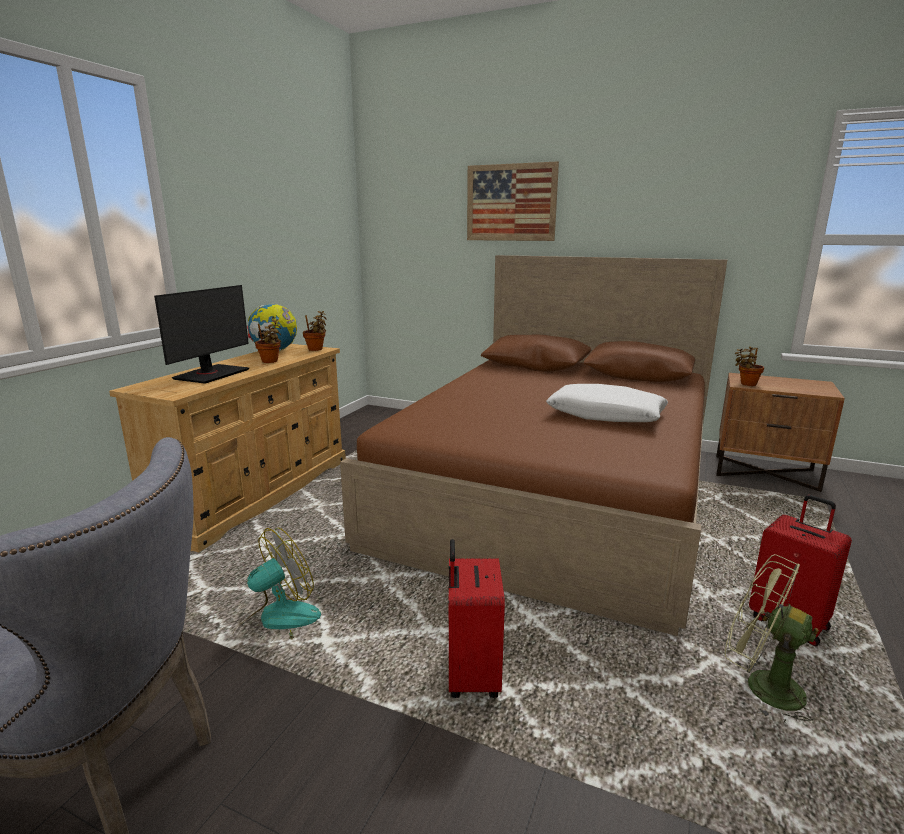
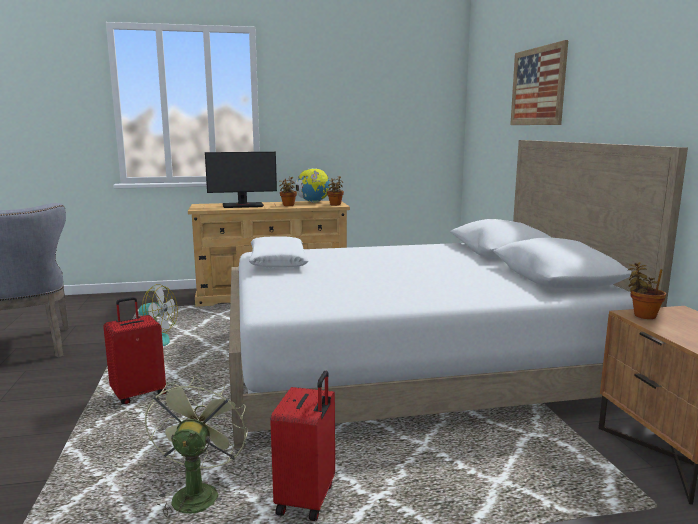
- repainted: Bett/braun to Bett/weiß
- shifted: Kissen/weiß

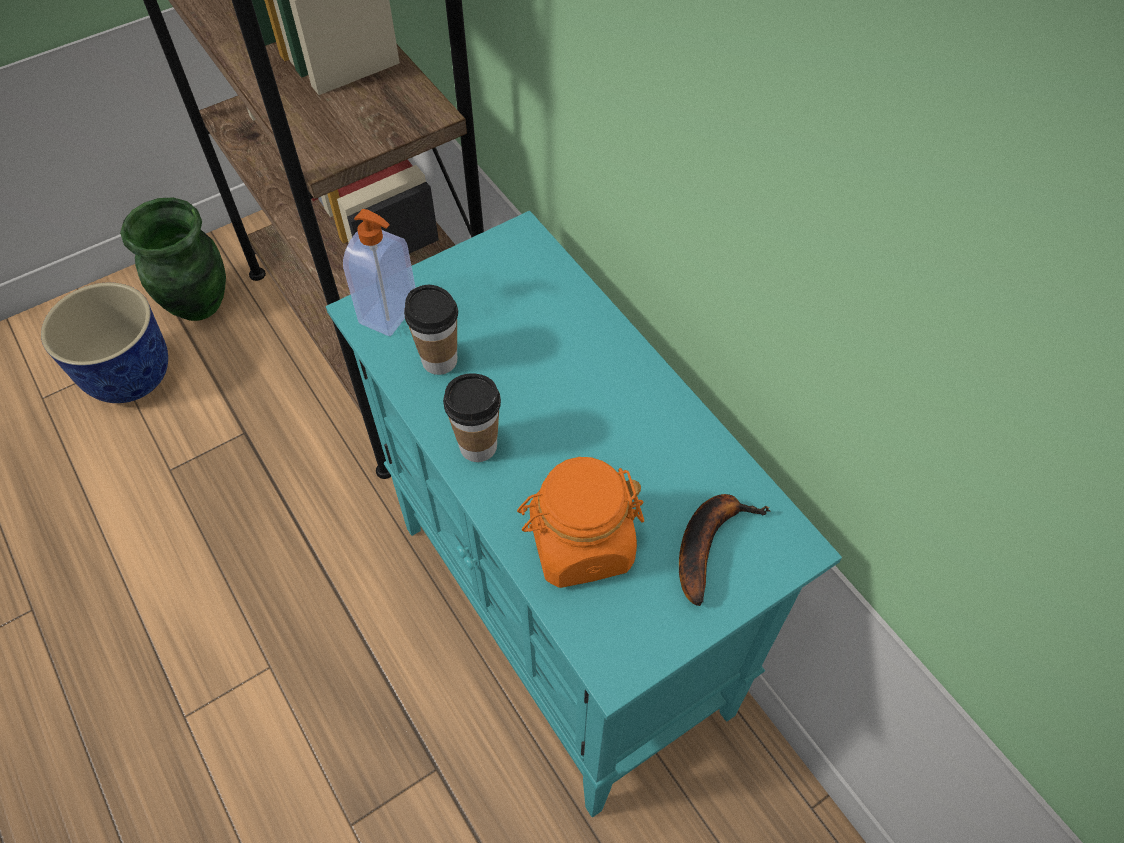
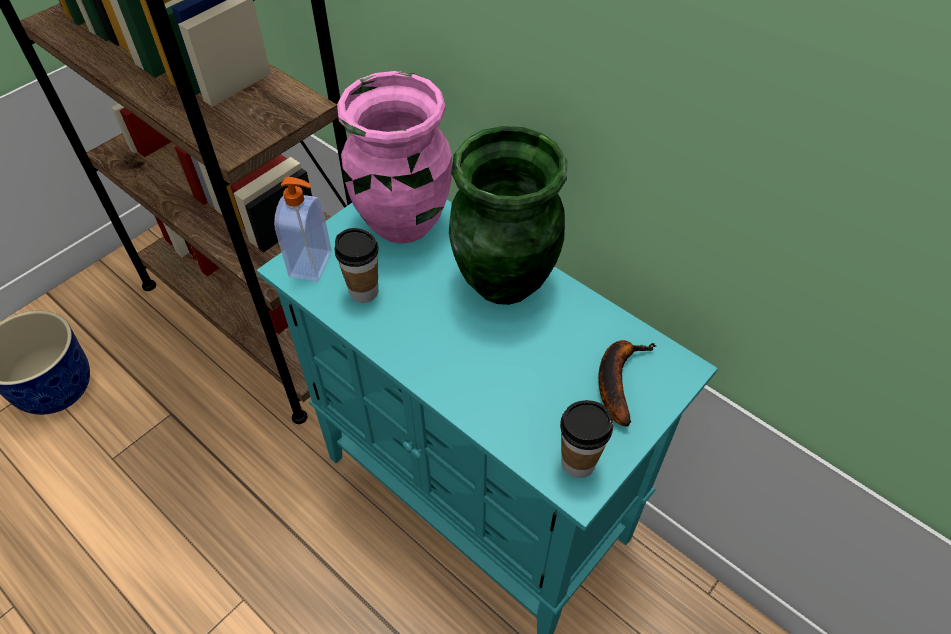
- new: Vase/rosa
- shifted: Vase/grün
- shifted: Tasse (no. 2 from left)
- gone: Vorratsglas/orange

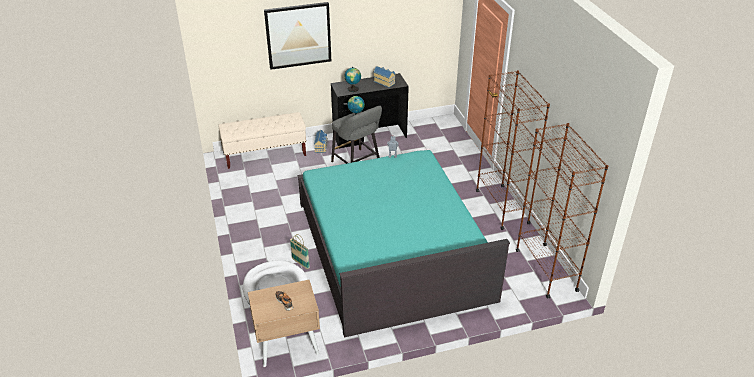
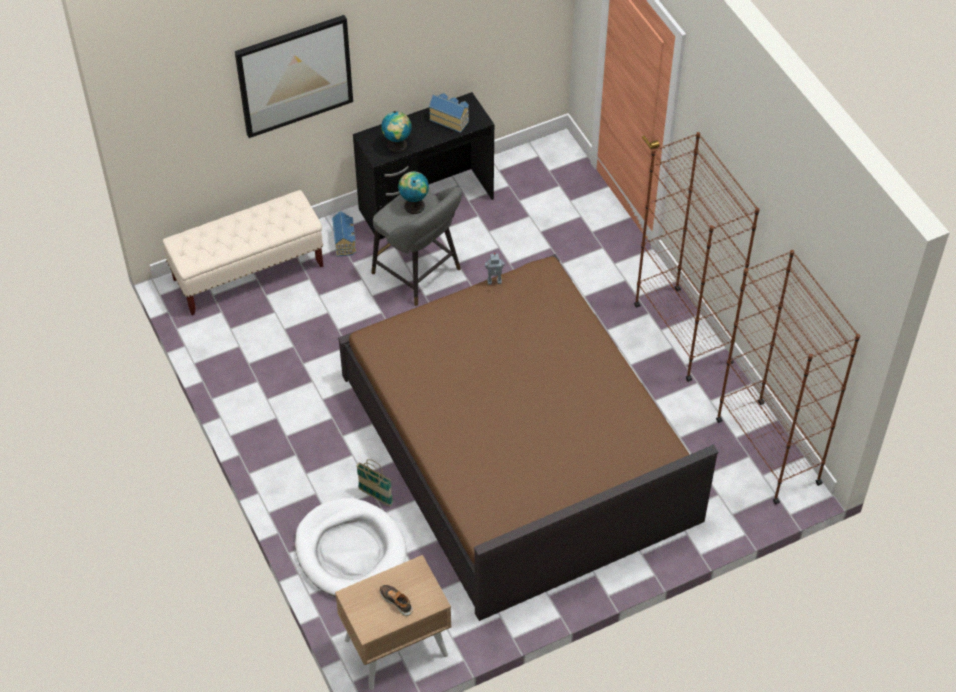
- repainted: Bett/türkis to Bett/braun

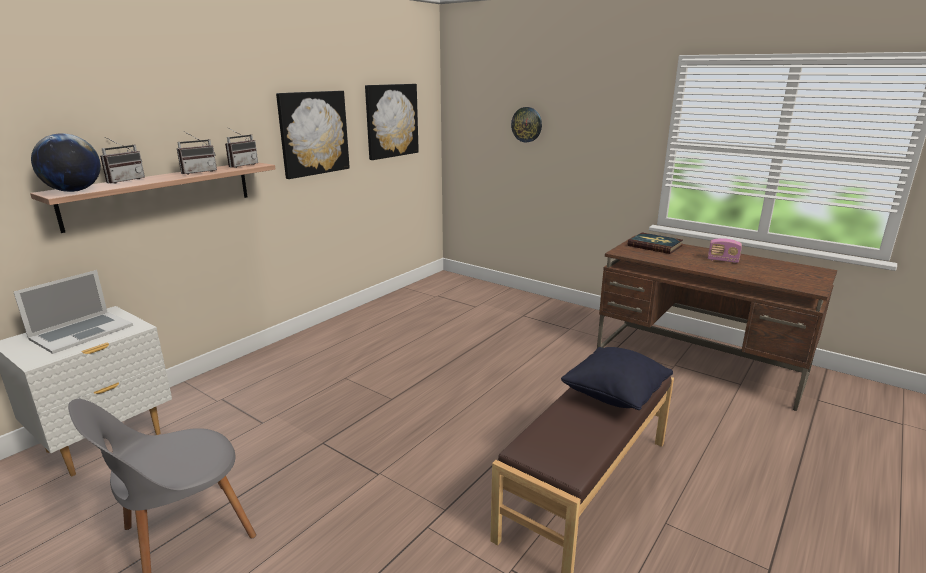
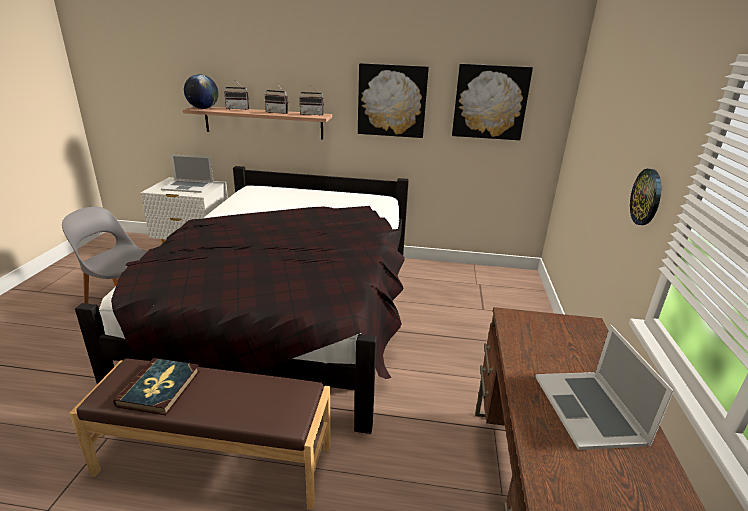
- new: Bett/schwarz
- shifted: Buch
- swapped: Radio (no. 4 from left) to Laptop (no. 2 from left)
- shifted: Wanduhr
- gone: Kissen/schwarz

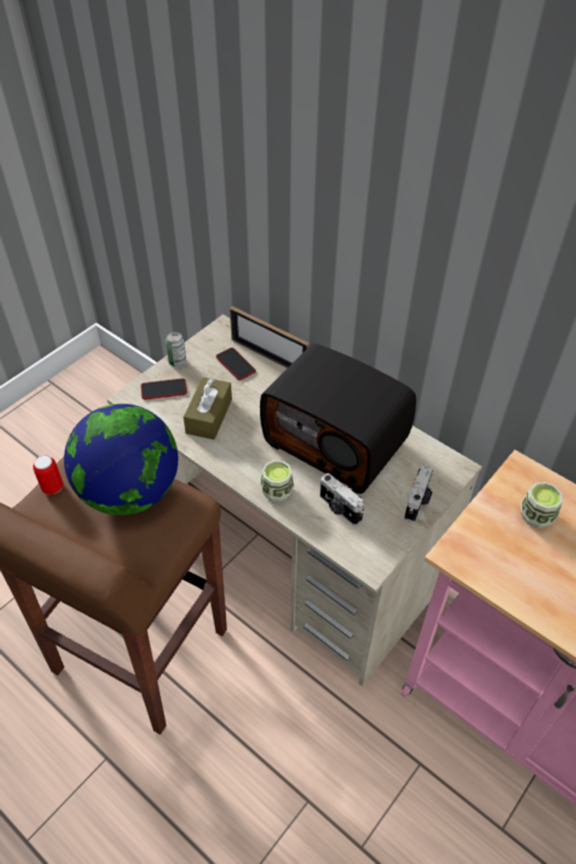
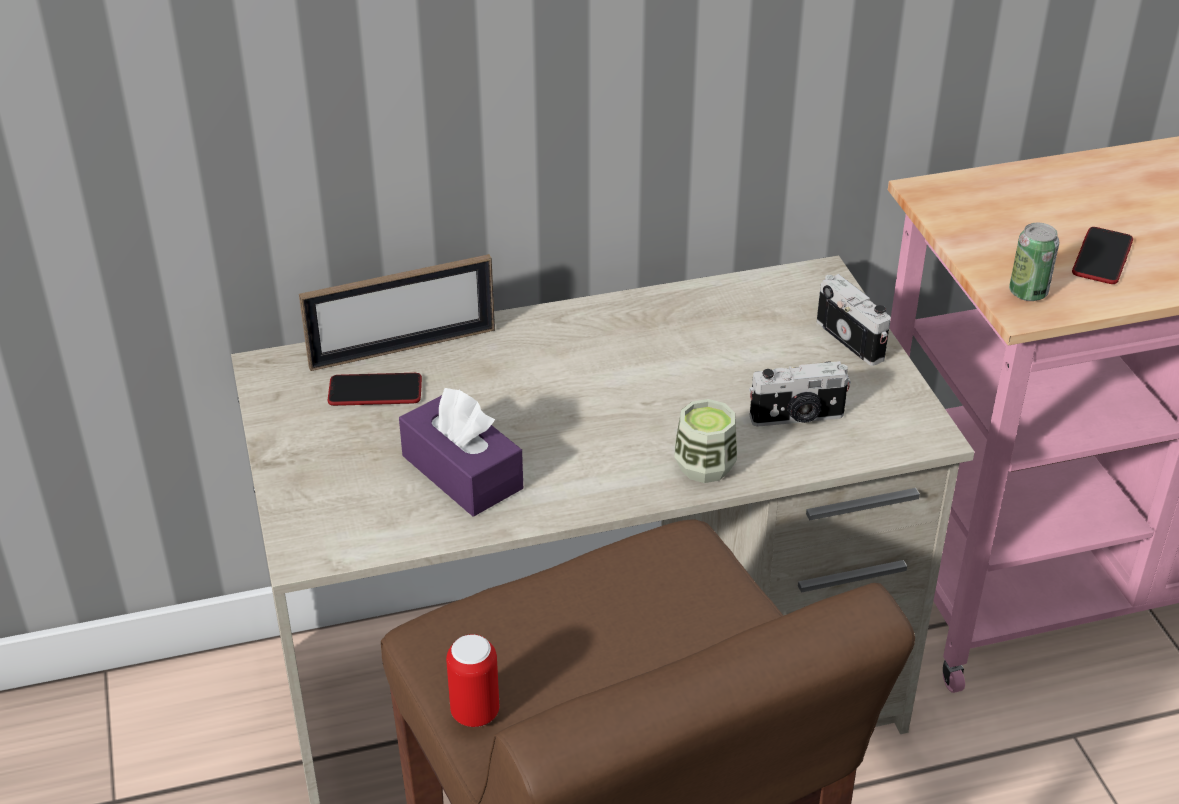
- repainted: Taschentuchbox/braun to Taschentuchbox/lila
- shifted: Dose (no. 2 from left)
- shifted: Handy (no. 1 from left in the first image) to Handy (no. 2 from left)
- gone: Globus
- gone: Radio
- gone: Tasse (no. 2 from left)

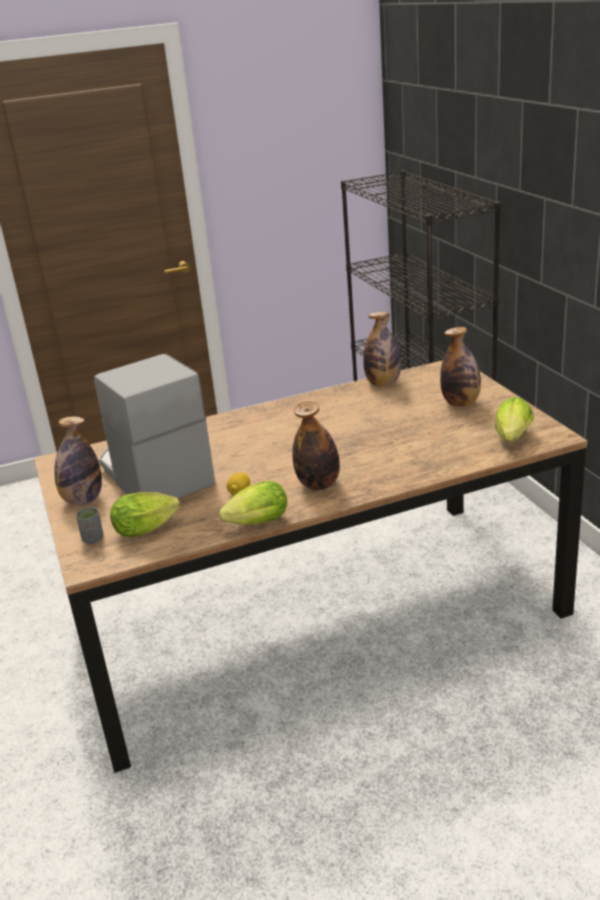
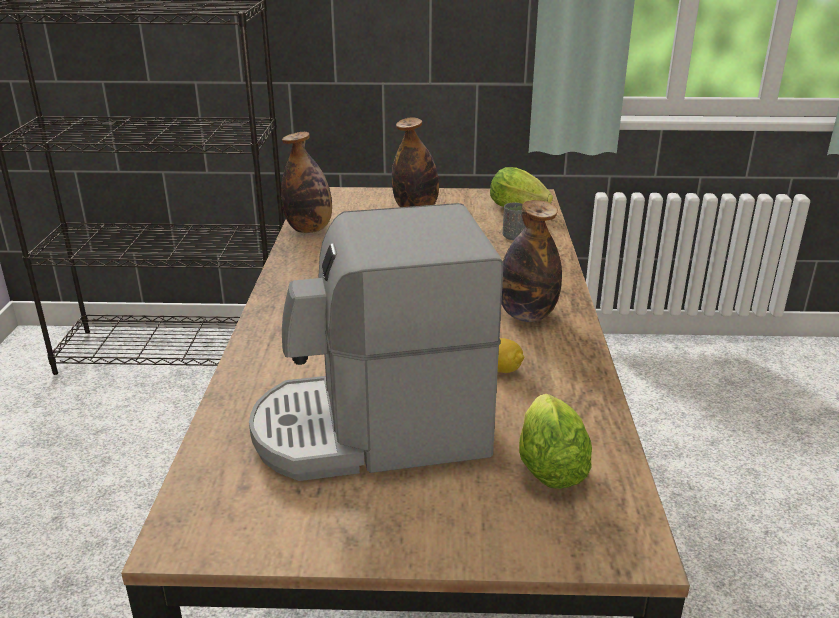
- shifted: Tasse/grau
- gone: Flasche (no. 1 from left)
- gone: Salatkopf (no. 2 from left)

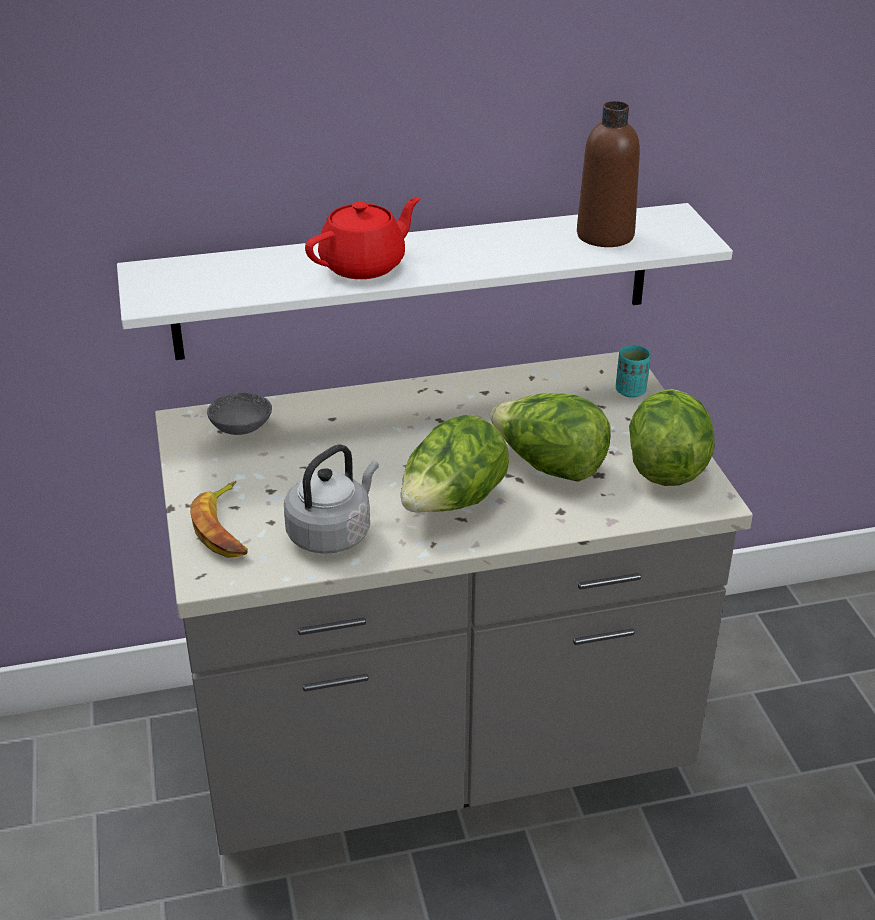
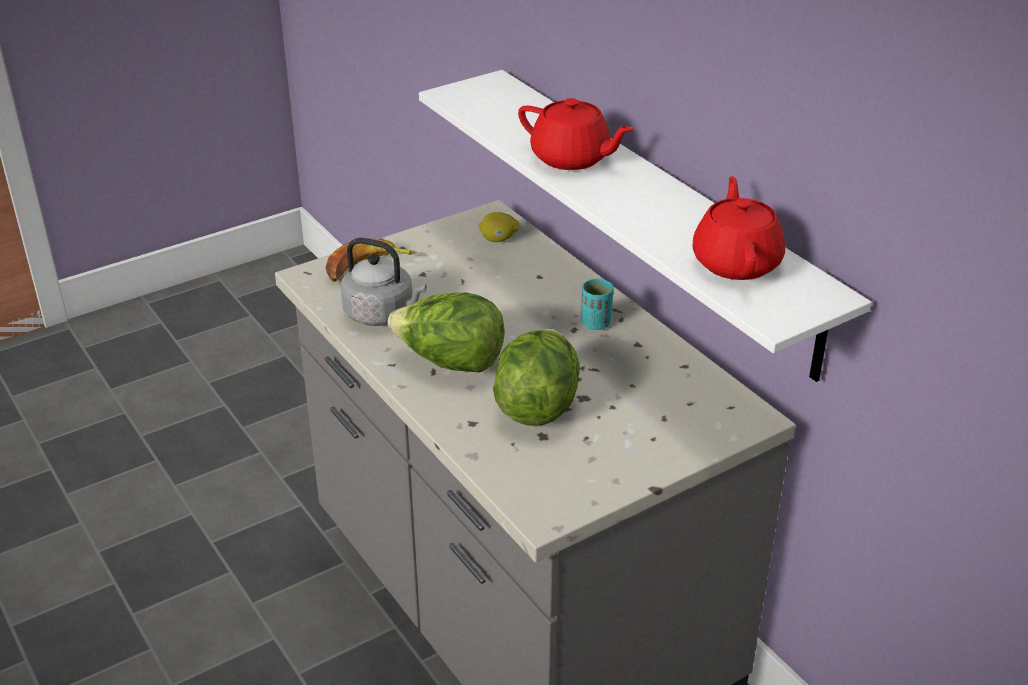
- swapped: Schüssel/grau to Zitrone
- shifted: Tasse/türkis
- swapped: Flasche/braun to Teekanne/rot (no. 2 from left)
- gone: Salatkopf (no. 3 from left)

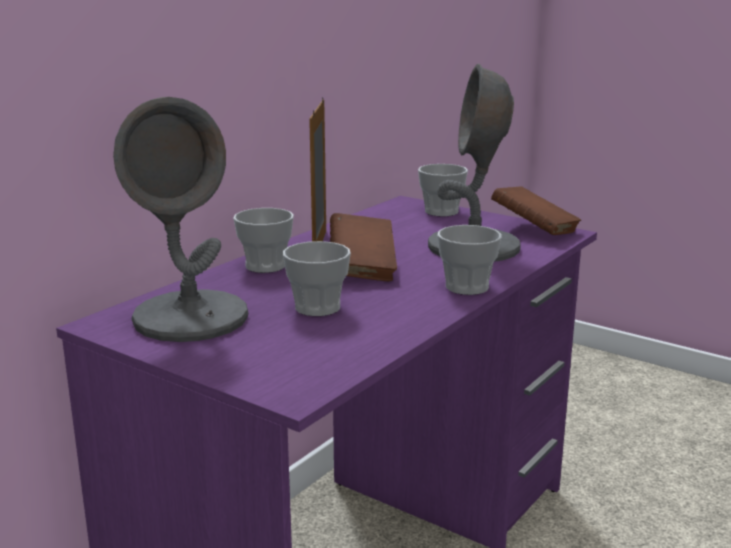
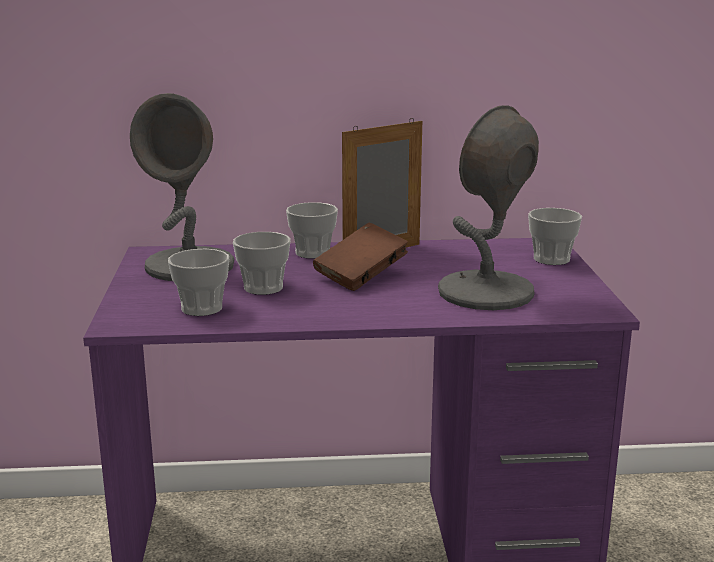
- shifted: Tasse (no. 4 from left in the first image) to Tasse (no. 1 from left)
- gone: Buch/braun (no. 2 from left)

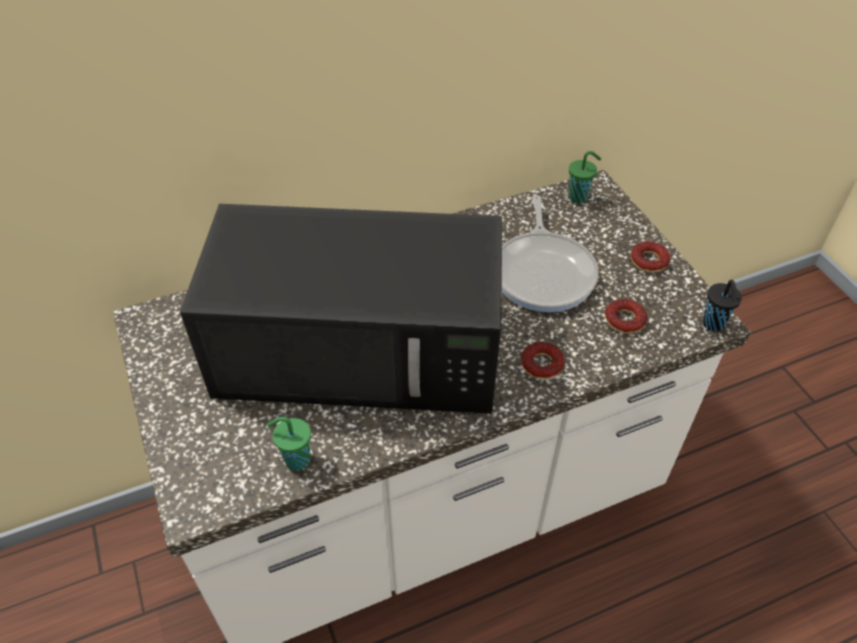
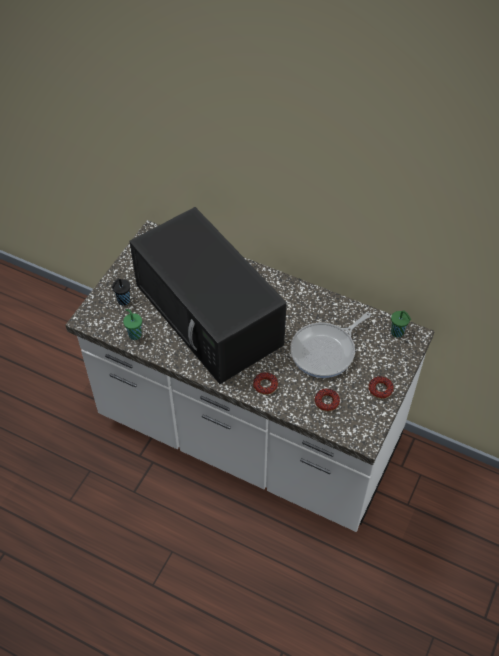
- shifted: Tasse/schwarz

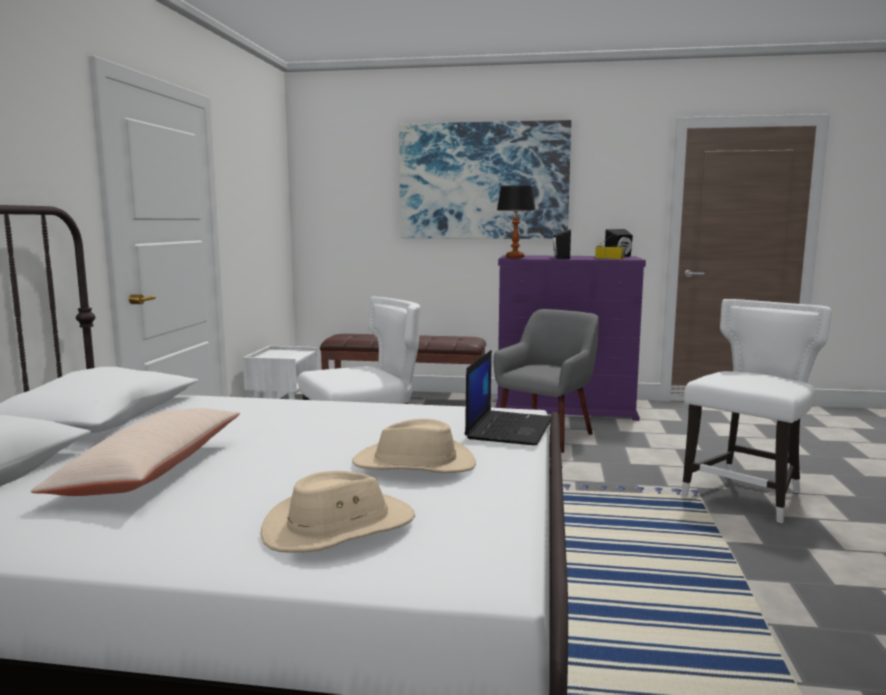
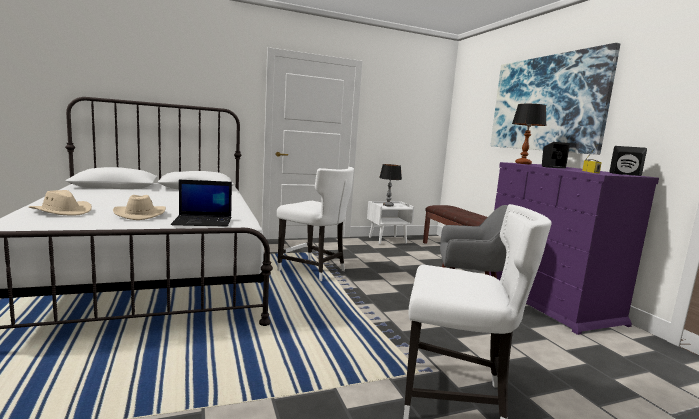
- new: Tischlampe (no. 1 from left)
- gone: Kissen/beige

